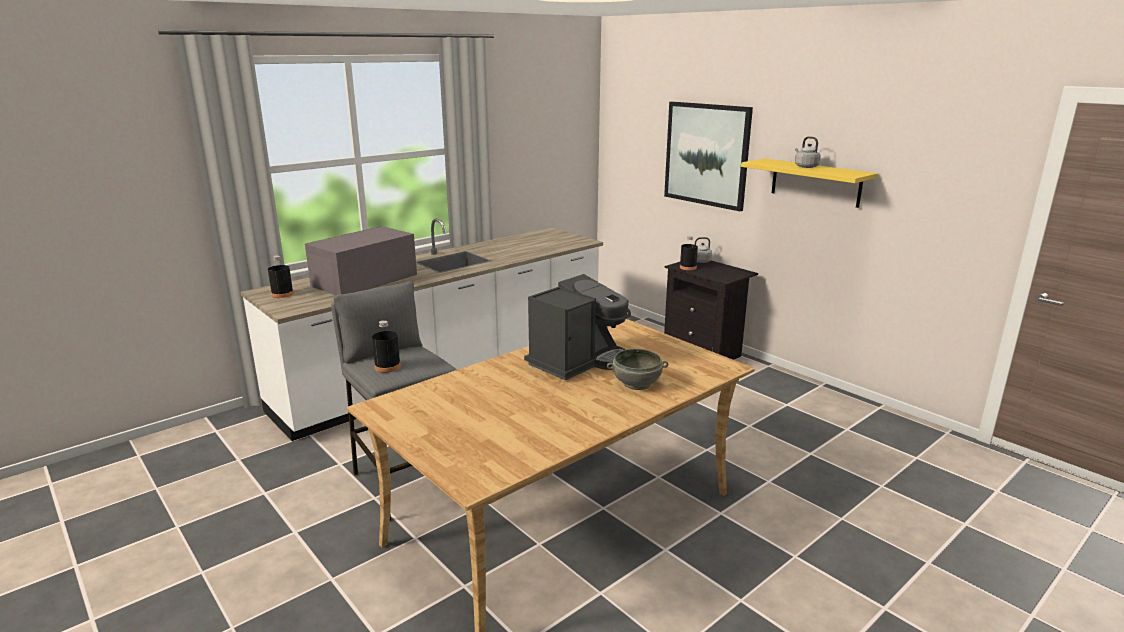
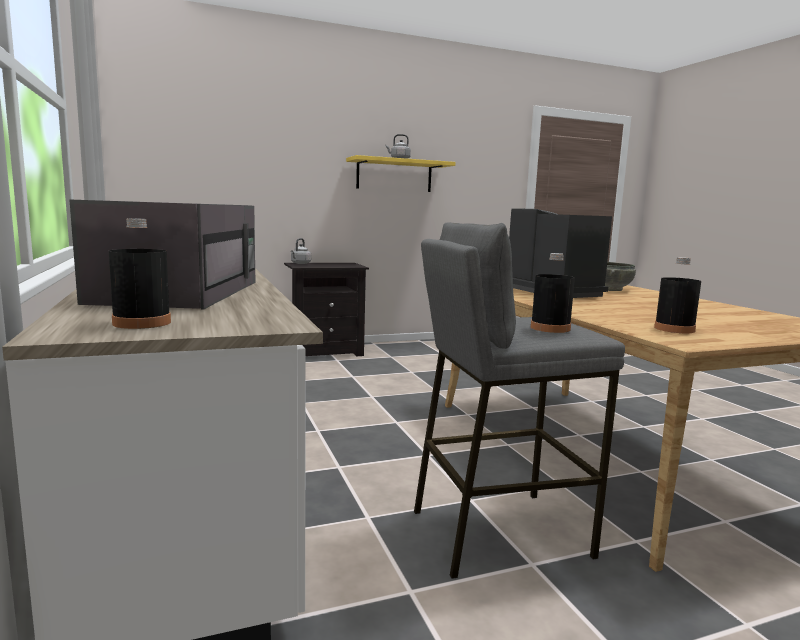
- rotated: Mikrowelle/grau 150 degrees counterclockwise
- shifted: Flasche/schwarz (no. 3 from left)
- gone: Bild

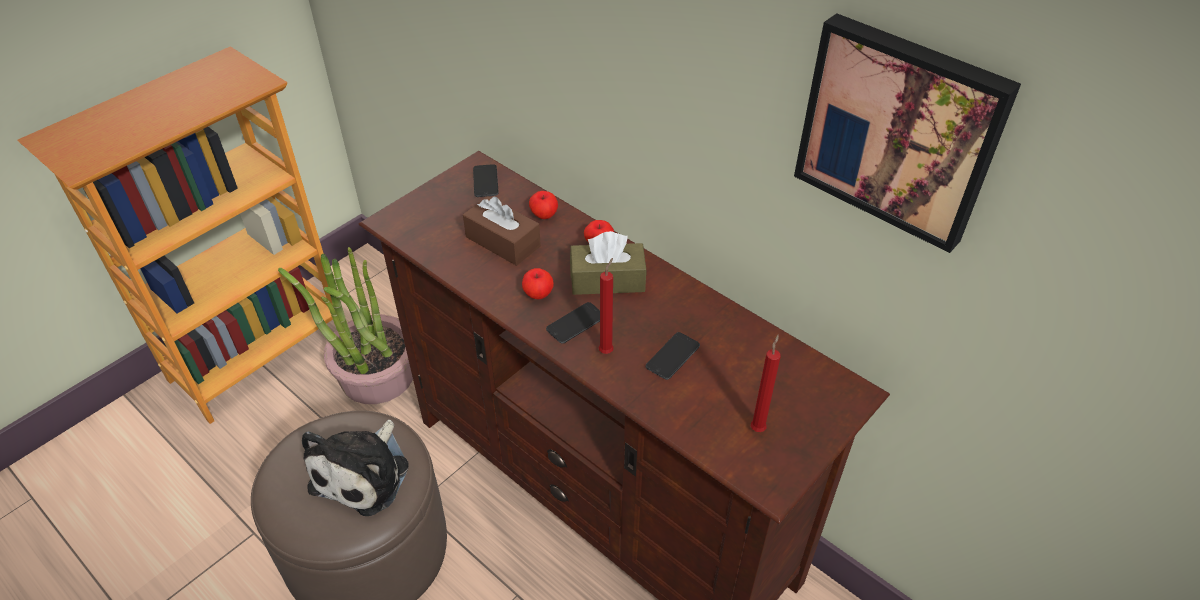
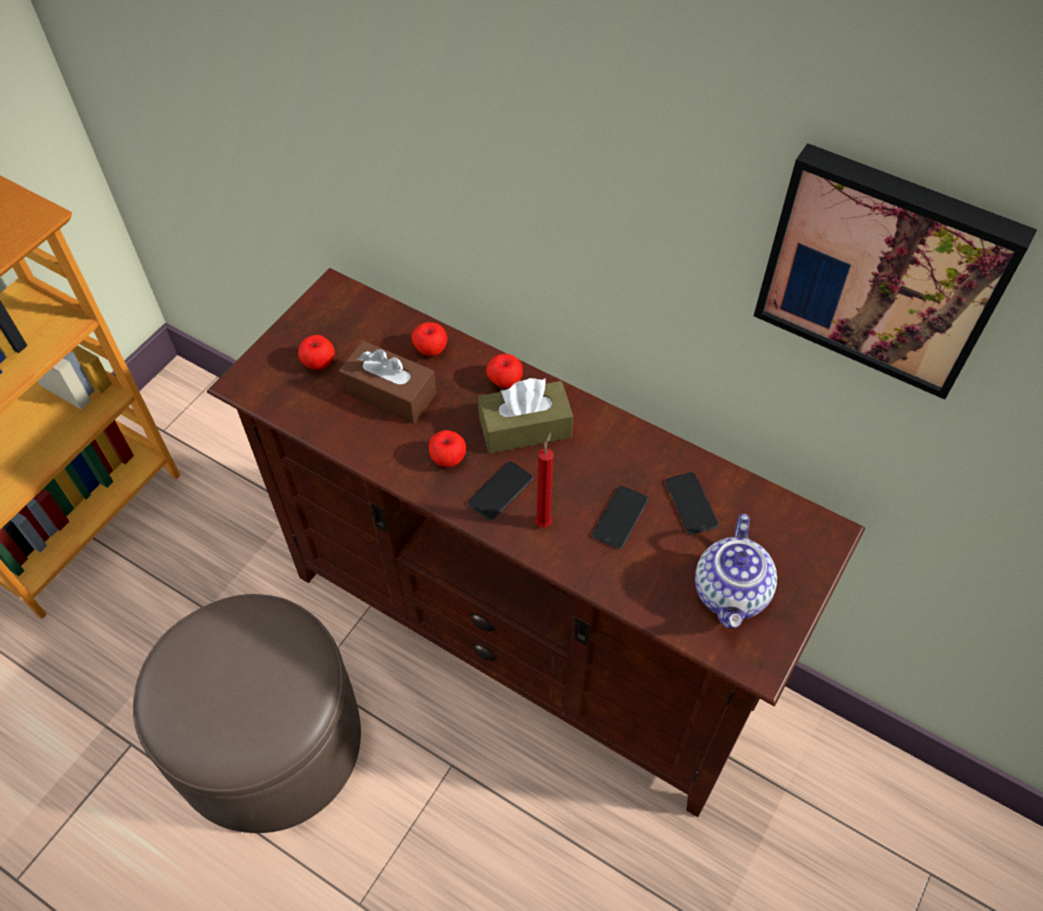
- new: Apfel (no. 1 from left)
- shifted: Handy (no. 1 from left in the first image) to Handy (no. 3 from left)
- swapped: Kerze/rot (no. 2 from left) to Teekanne
- gone: Topfpflanze
- gone: Plüschtier

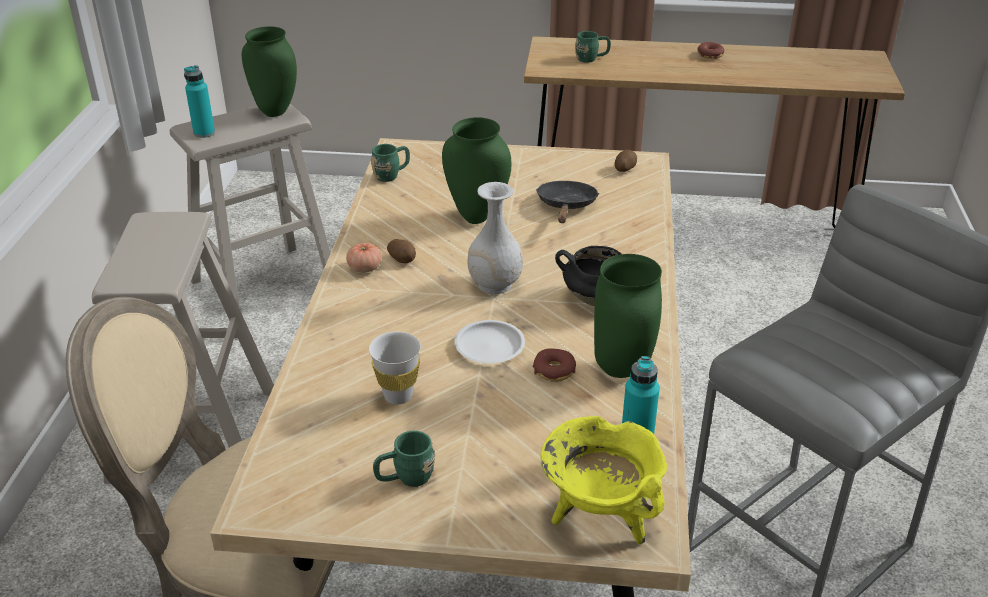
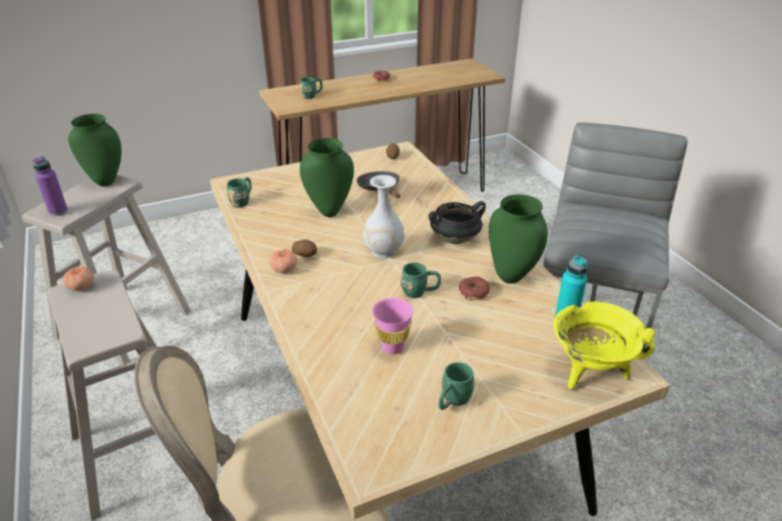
- repainted: Flasche/türkis (no. 1 from left) to Flasche/lila
- new: Tomate (no. 1 from left)
- repainted: Tasse/weiß to Tasse/rosa
- swapped: Teller/weiß to Henkelbecher/grün (no. 3 from left)

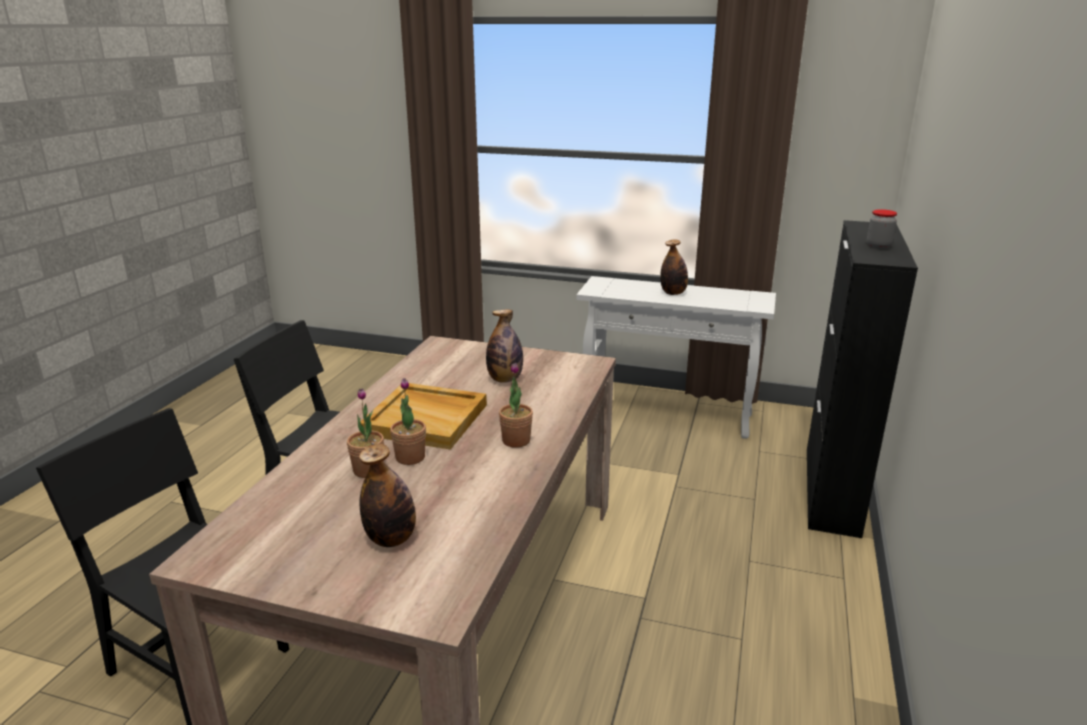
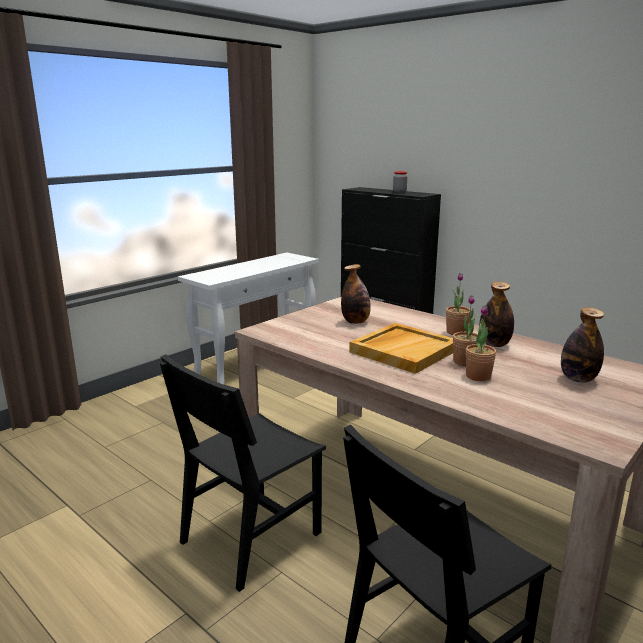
- shifted: Flasche (no. 3 from left in the first image) to Flasche (no. 2 from left)

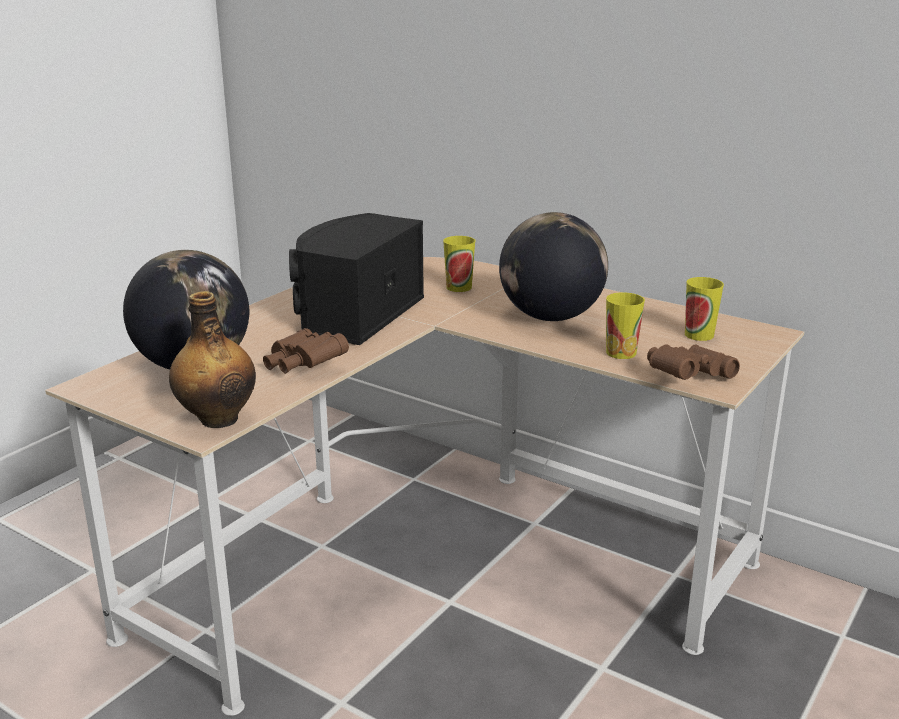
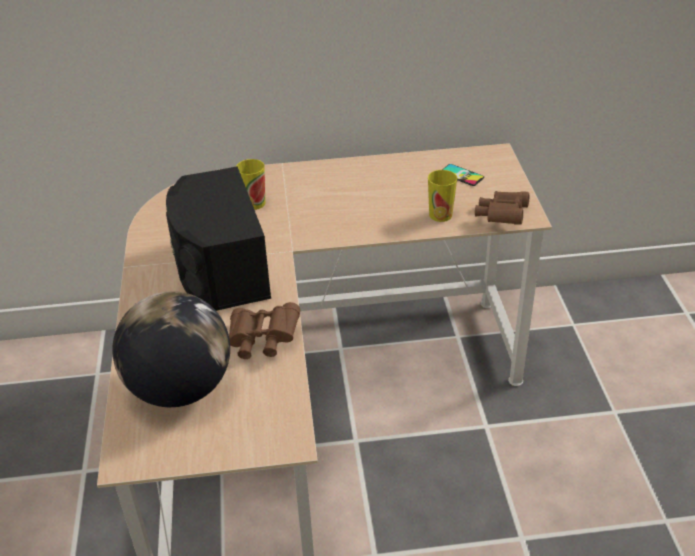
- swapped: Tasse (no. 3 from left) to Handy
- gone: Flasche
- gone: Globus (no. 2 from left)

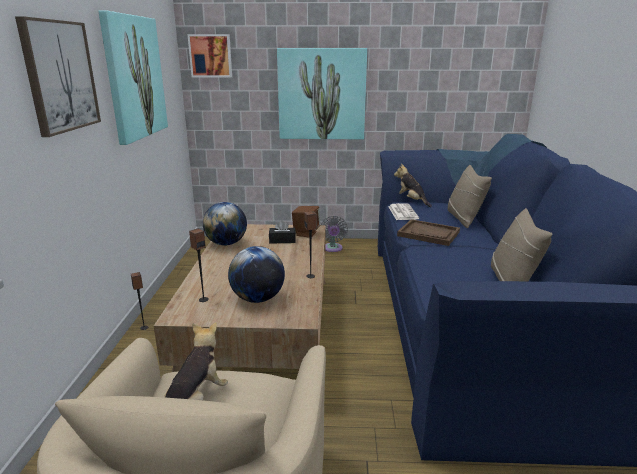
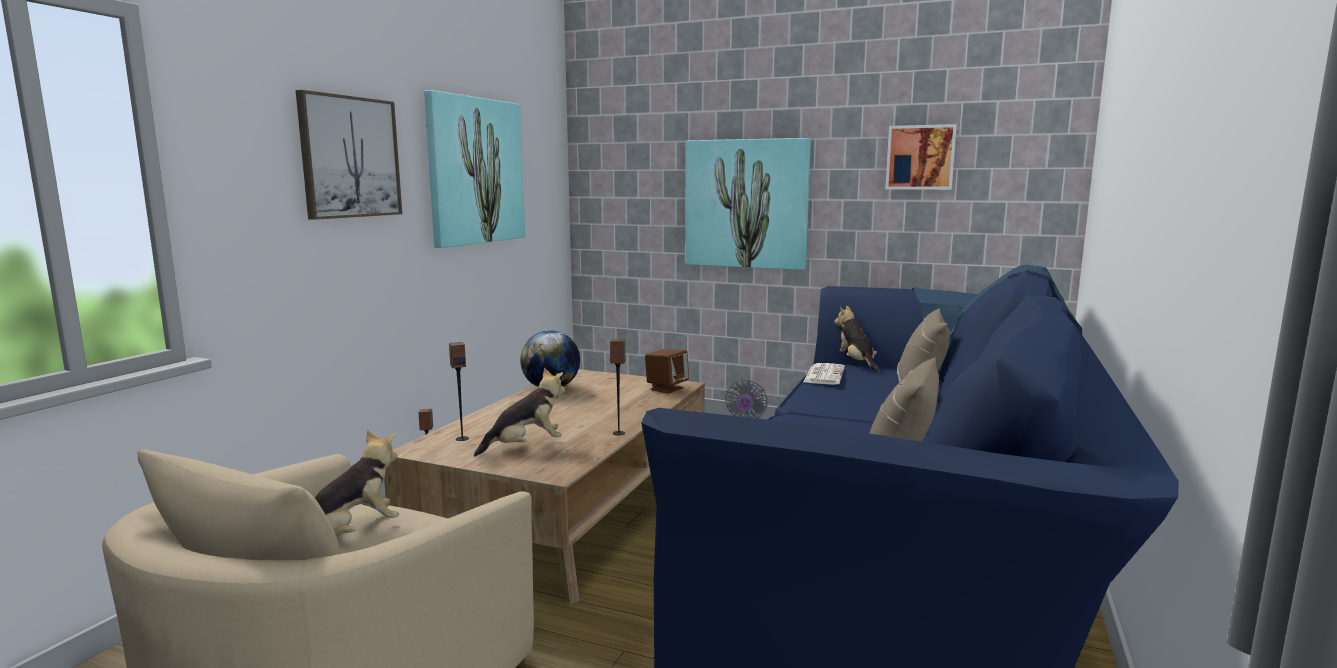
- swapped: Globus (no. 2 from left) to Plüschtier (no. 2 from left)
- shifted: Bild (no. 3 from left in the first image) to Bild (no. 4 from left)
- gone: Taschentuchbox/schwarz
- gone: Tablett/braun

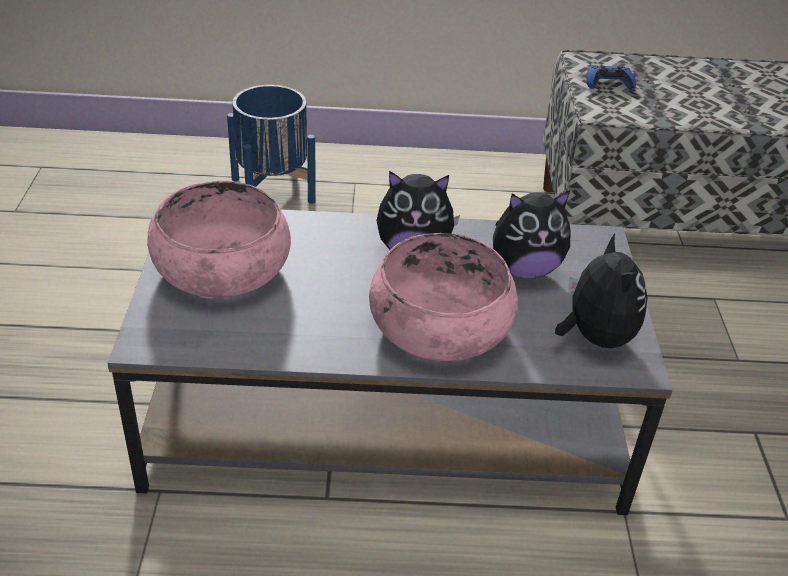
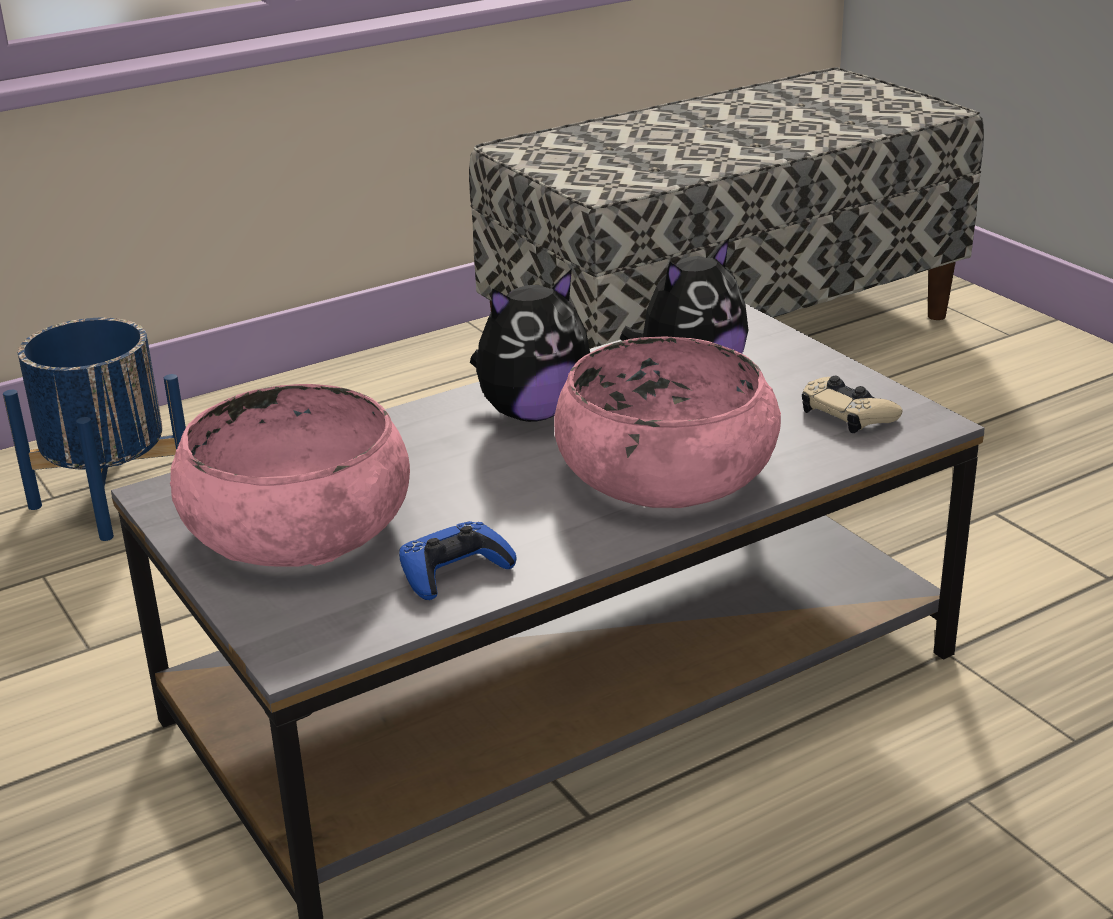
- shifted: Gamepad/blau
- swapped: Plüschtier (no. 3 from left) to Gamepad/beige

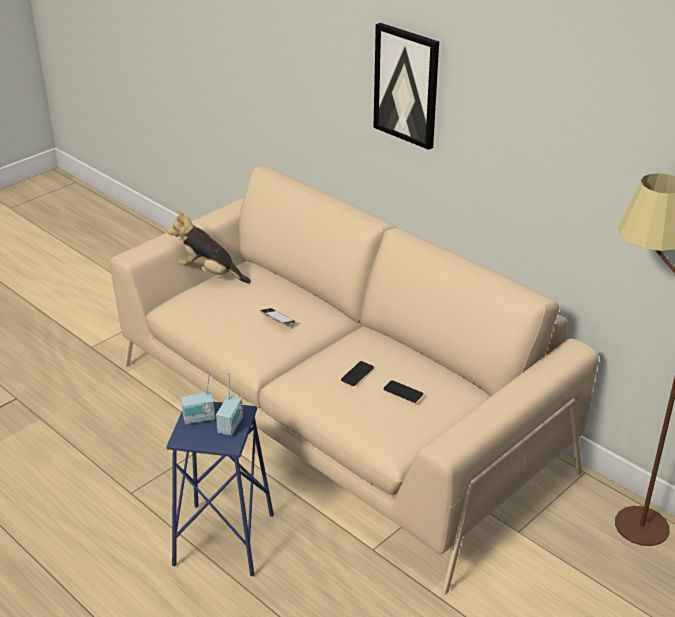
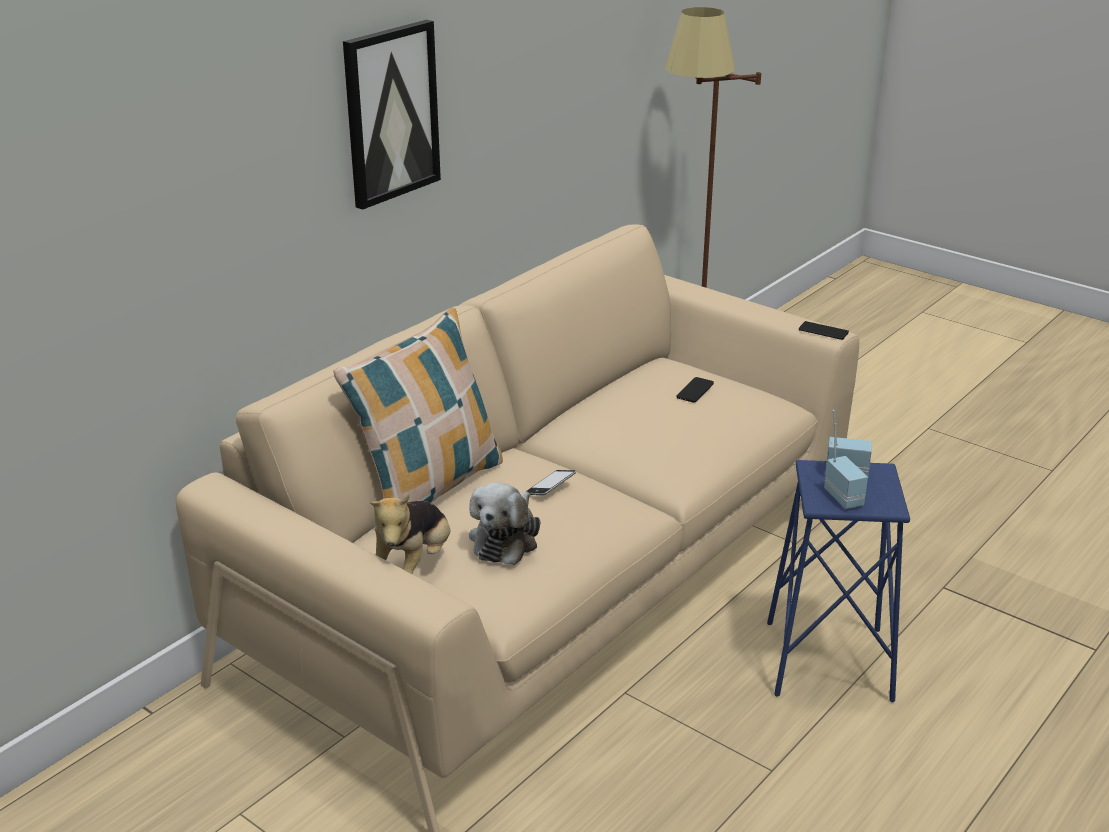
- new: Kissen
- new: Plüschtier (no. 2 from left)
- shifted: Handy (no. 2 from left in the first image) to Handy (no. 3 from left)

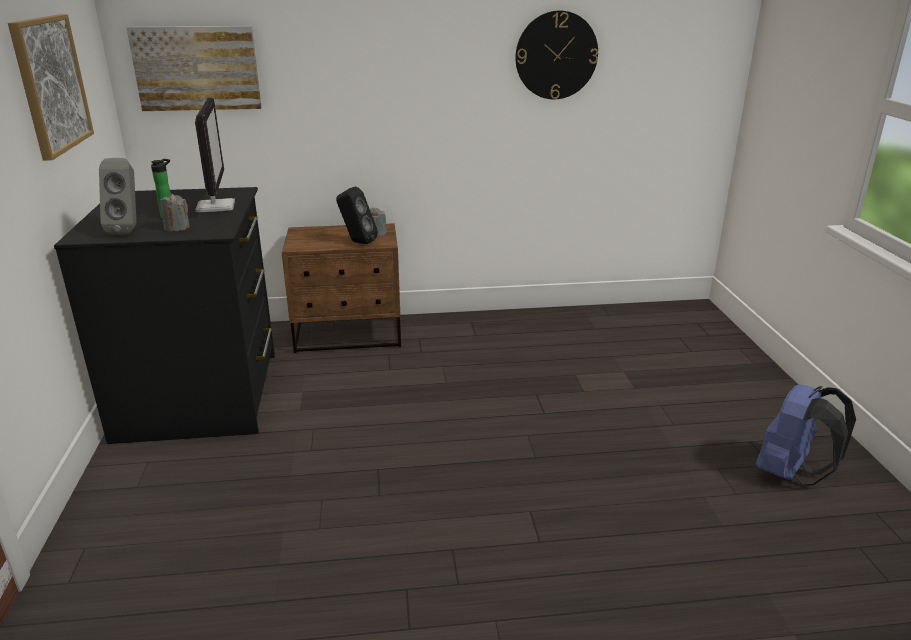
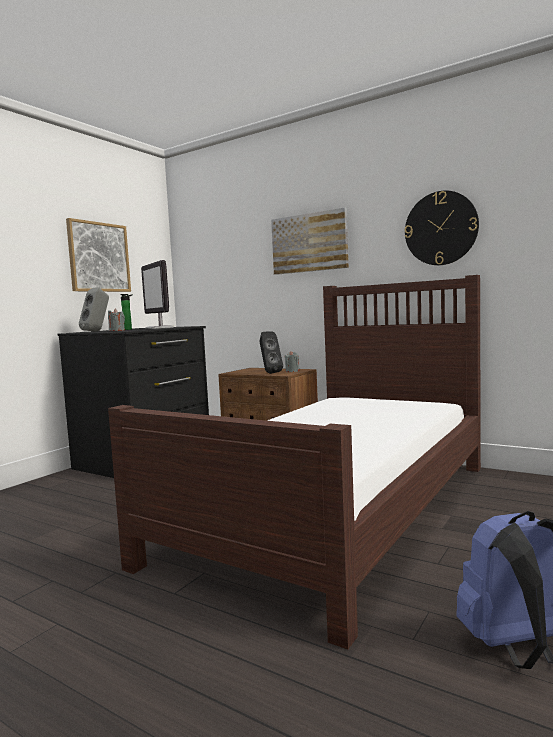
- new: Bett/braun
- rotated: Monitor 120 degrees clockwise
- shifted: Bild (no. 2 from left)

